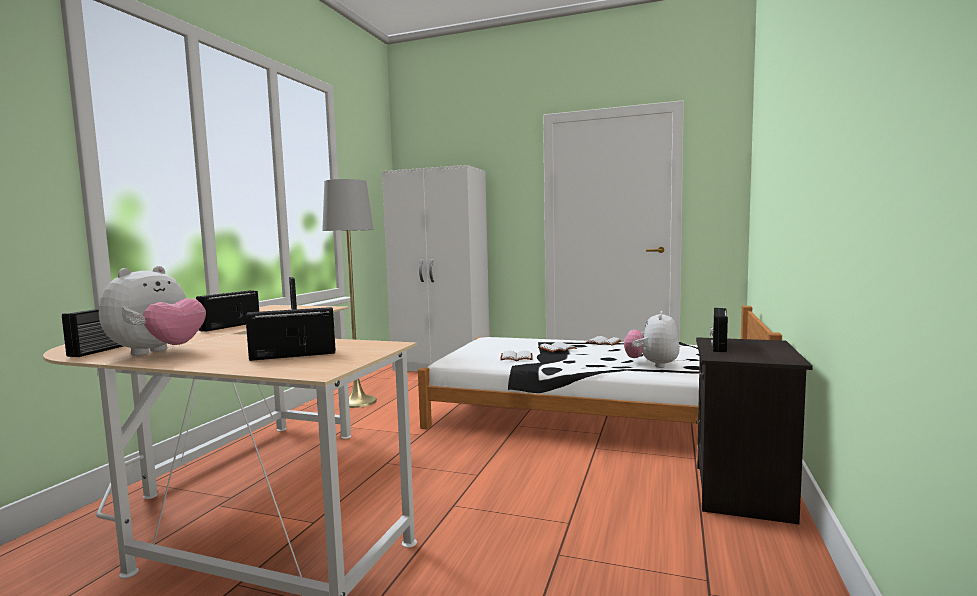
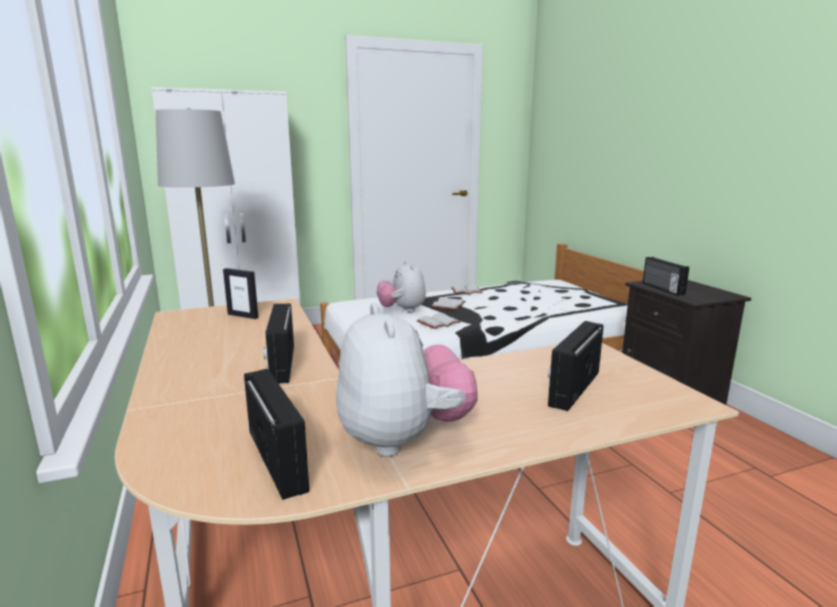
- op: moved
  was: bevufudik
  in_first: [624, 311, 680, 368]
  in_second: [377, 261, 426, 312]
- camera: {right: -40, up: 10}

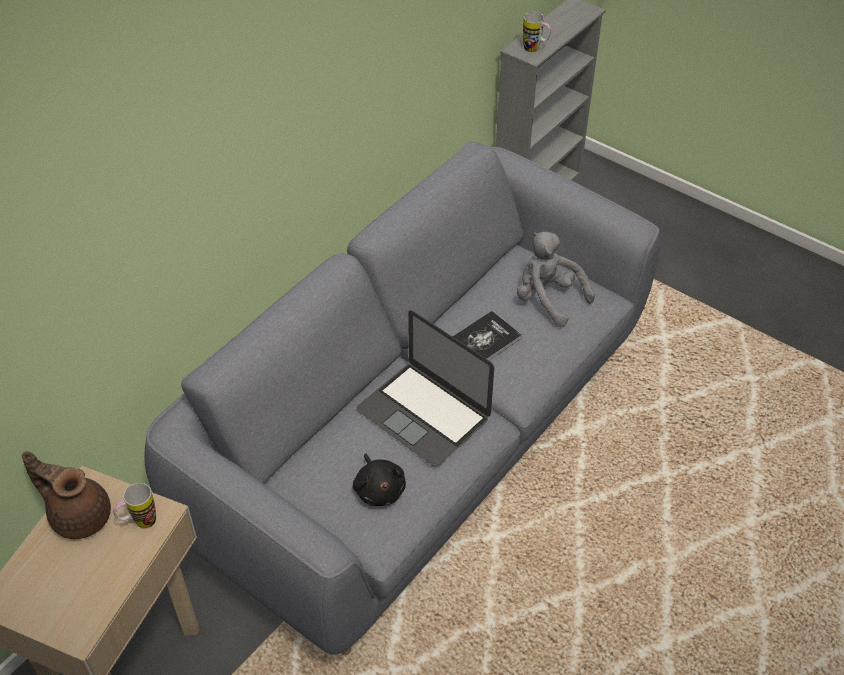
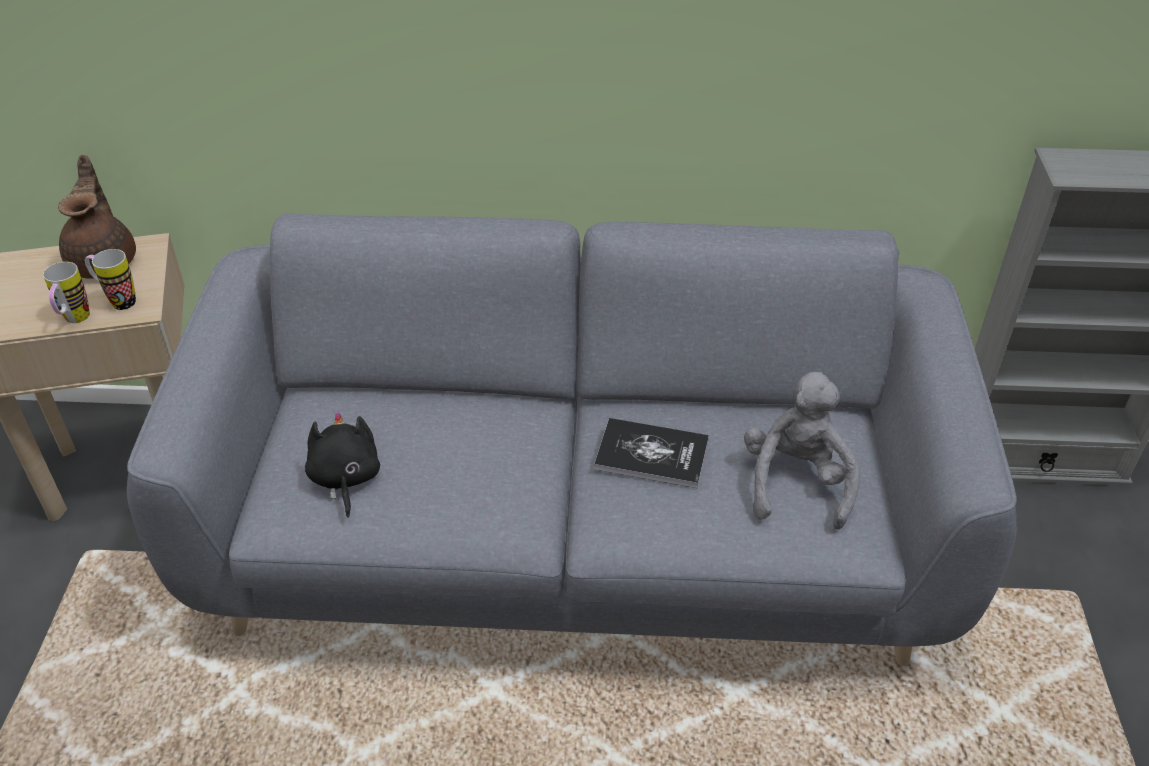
- op: moved
  was: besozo
  in_first: [523, 12, 551, 52]
  in_second: [43, 262, 90, 323]
- op: turned
  was: black bevufudik
  in_first: [353, 454, 406, 506]
  in_second: [305, 411, 380, 518]
  clockwise: 135
- op: removed
  was: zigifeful
  in_first: [357, 310, 494, 467]
- camera: {right: 55, up: -5}

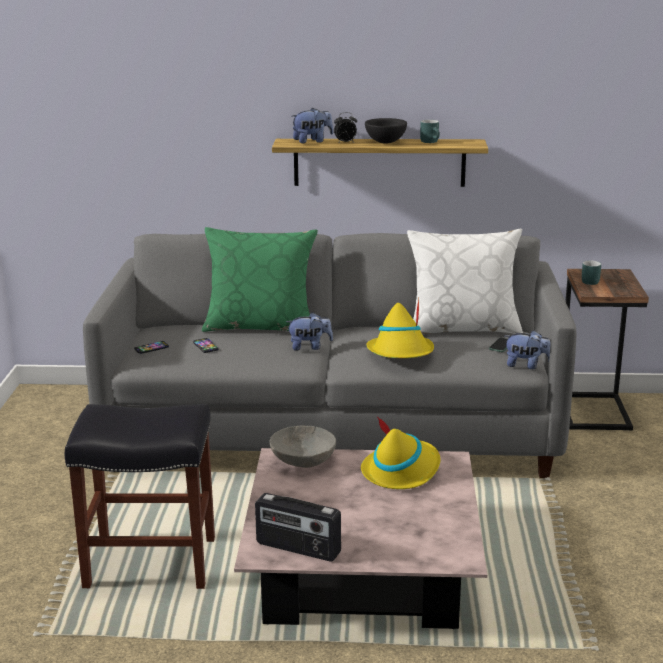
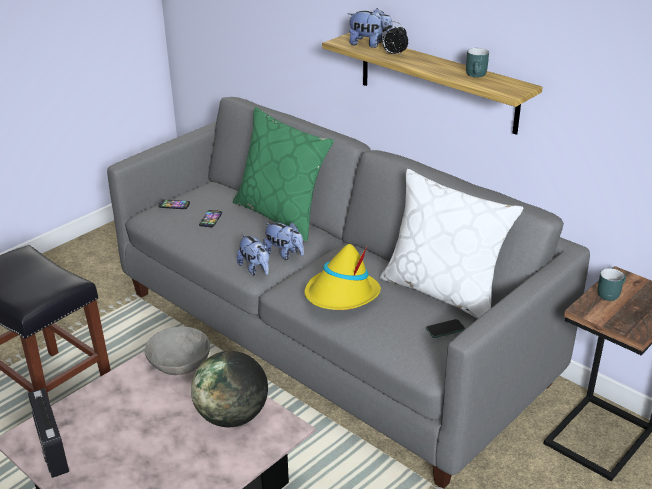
- op: replaced
  was: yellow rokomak
  now: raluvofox
  in_first: [361, 416, 440, 489]
  in_second: [191, 351, 268, 427]
- op: moved
  was: bevufudik
  in_first: [505, 330, 550, 369]
  in_second: [237, 234, 269, 275]
- op: removed
  was: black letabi
  in_first: [365, 118, 407, 143]
- camera: {right: 40, up: 10}

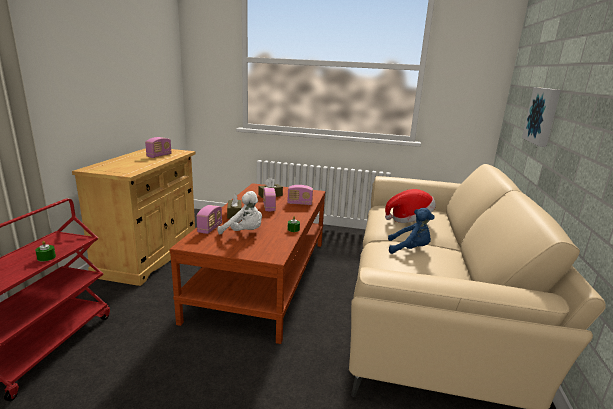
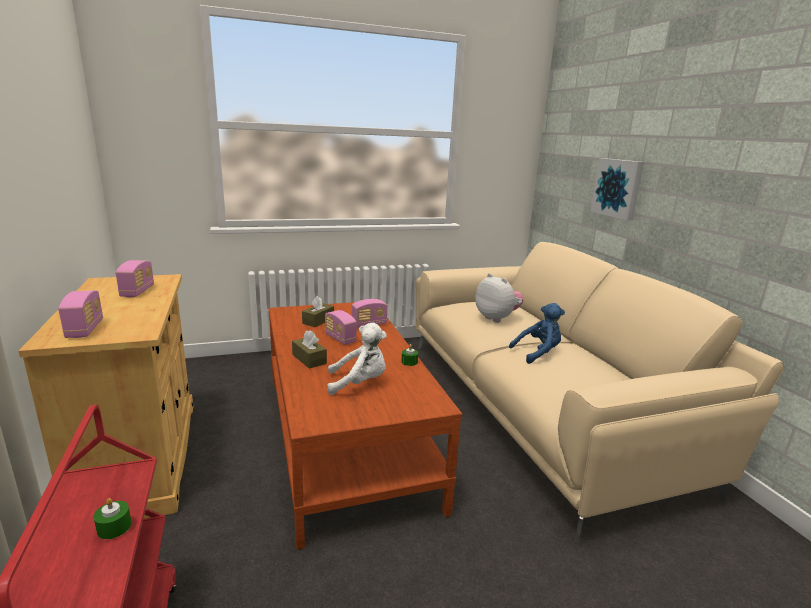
- op: moved
  was: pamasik
  in_first: [197, 205, 222, 234]
  in_second: [58, 290, 103, 338]
- op: replaced
  was: rokomak
  now: bevufudik
  in_first: [385, 189, 436, 223]
  in_second: [475, 273, 524, 323]
- camera: {right: -30, up: 0}

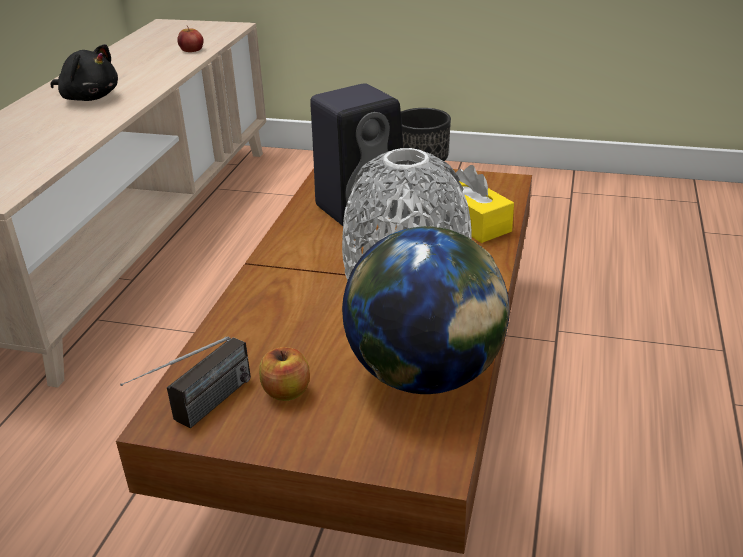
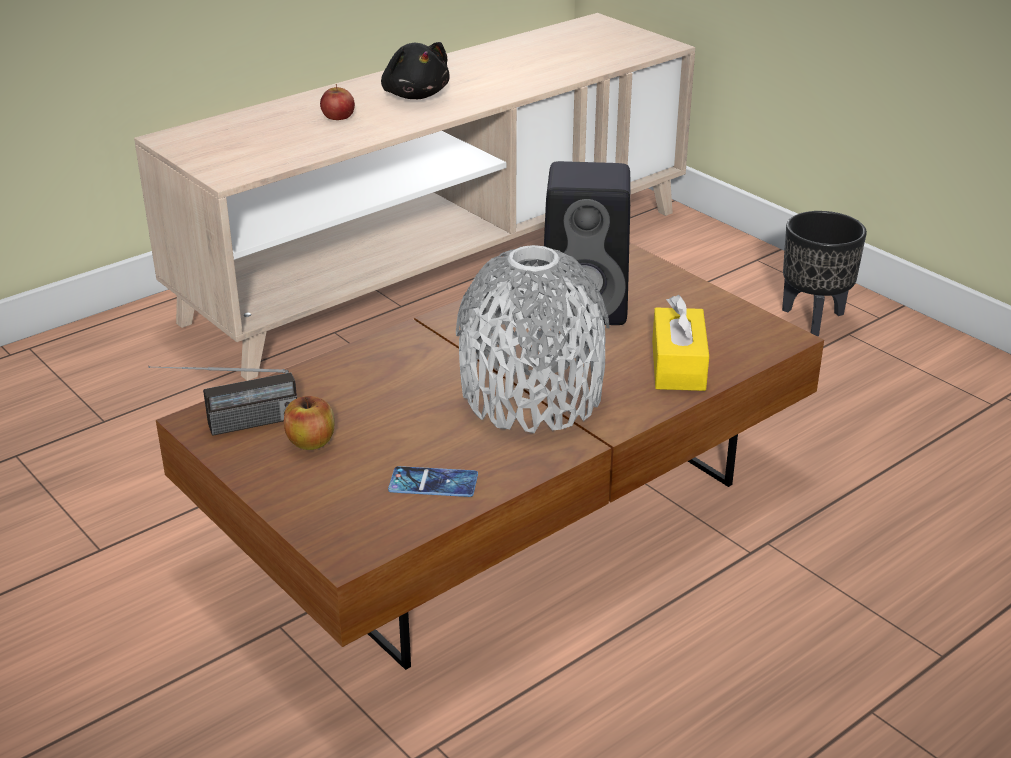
- op: moved
  was: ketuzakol
  in_first: [177, 26, 204, 52]
  in_second: [320, 84, 355, 120]
- op: replaced
  was: raluvofox
  now: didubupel
  in_first: [342, 226, 509, 394]
  in_second: [388, 466, 478, 497]
- camera: {right: 35, up: 0}

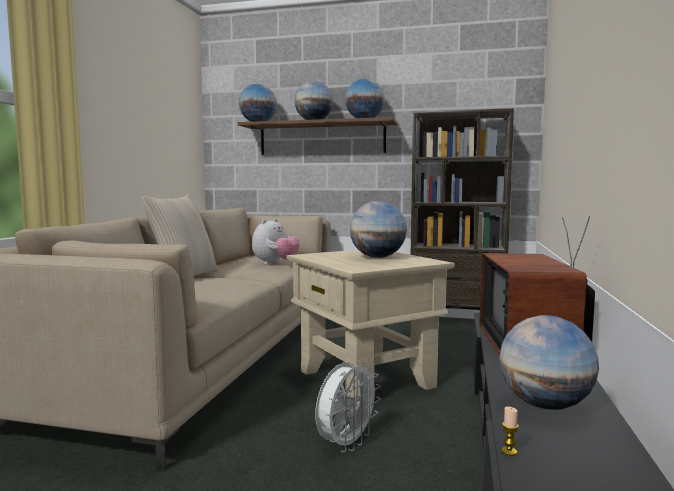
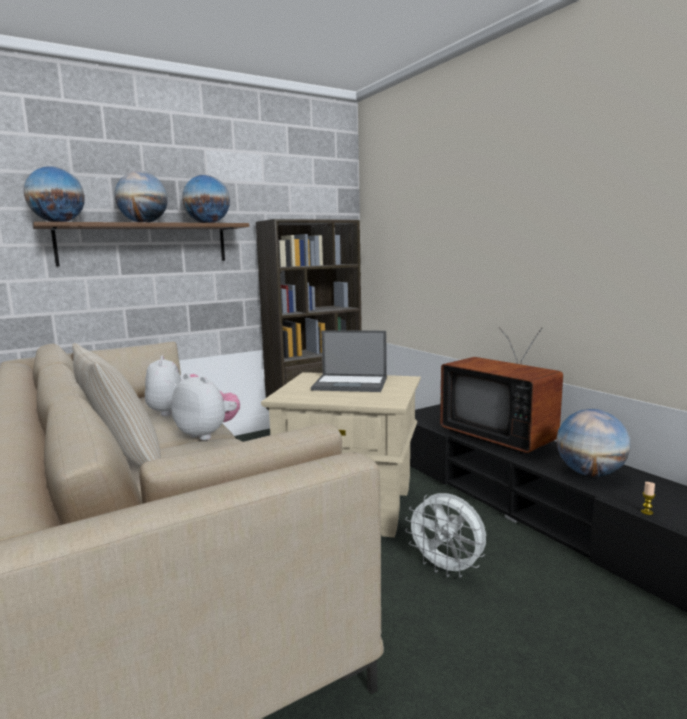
- op: added
  now: bevufudik
  in_second: [172, 373, 240, 440]
- op: replaced
  was: raluvofox
  now: zigifeful
  in_first: [350, 201, 407, 258]
  in_second: [311, 330, 387, 392]
- op: turned
  was: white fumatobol
  in_first: [315, 360, 381, 452]
  in_second: [405, 493, 486, 577]
  clockwise: 135
- camera: {right: -45, up: 5}

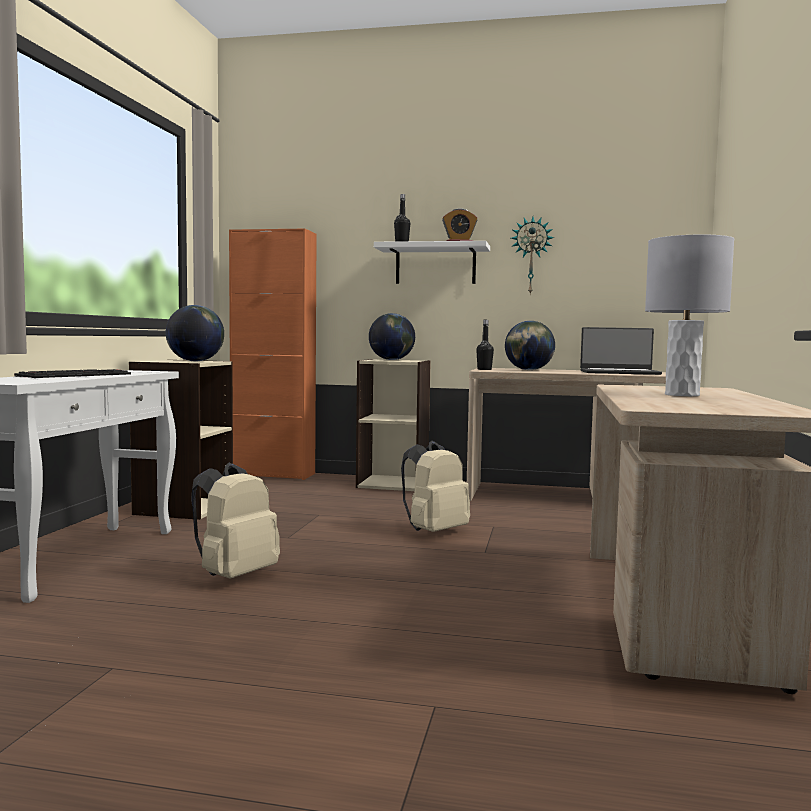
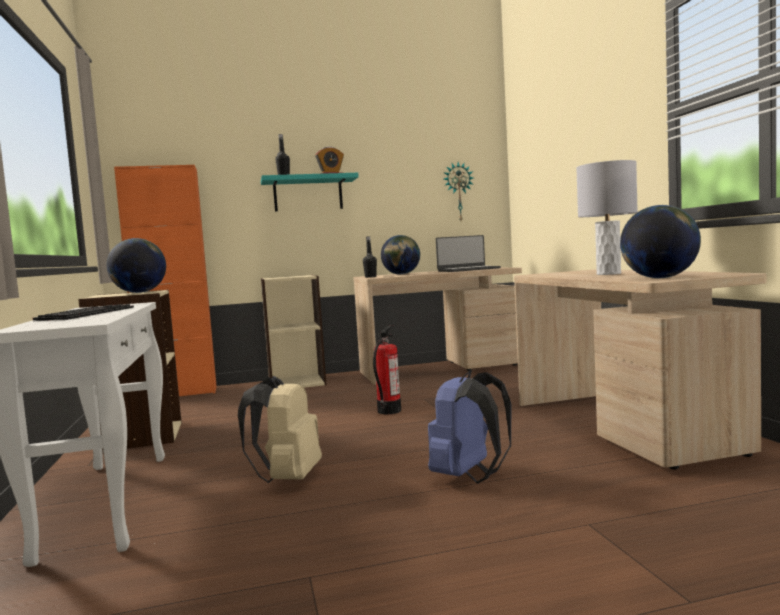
- op: recoloured
  was: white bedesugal
  now: turquoise bedesugal
  in_first: [374, 241, 490, 284]
  in_second: [261, 173, 359, 212]
- op: replaced
  was: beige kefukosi
  now: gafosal
  in_first: [401, 441, 470, 532]
  in_second: [373, 325, 401, 414]
- op: added
  now: blue kefukosi
  in_second: [428, 370, 511, 484]
- op: moved
  was: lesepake
  in_first: [511, 217, 554, 294]
  in_second: [444, 162, 473, 221]
- op: moved
  was: raluvofox
  in_first: [369, 313, 415, 360]
  in_second: [620, 205, 701, 278]
- camera: {right: -25, up: 0}

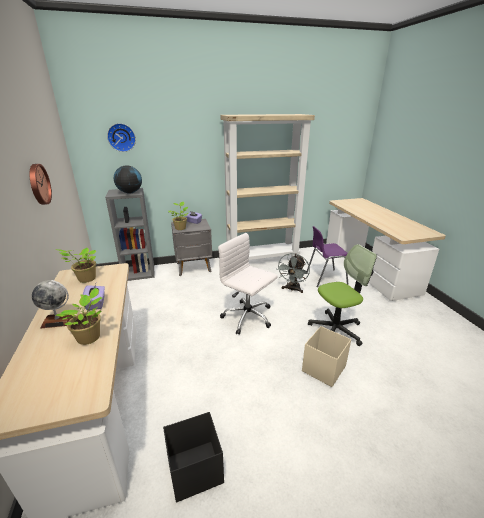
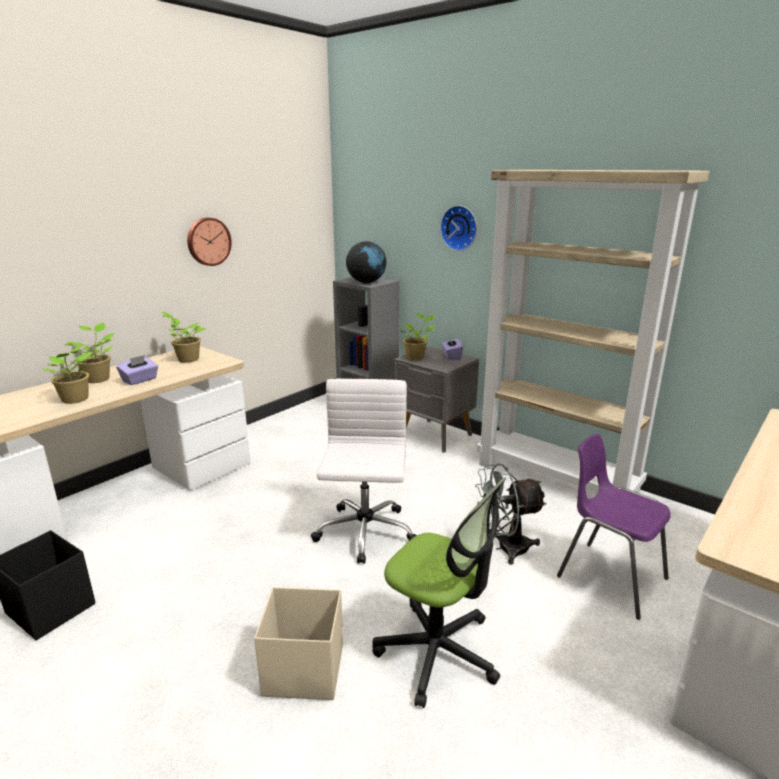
- op: replaced
  was: raluvofox
  now: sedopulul
  in_first: [31, 280, 74, 328]
  in_second: [65, 323, 114, 383]
- op: moved
  was: lesepake
  in_first: [107, 123, 136, 152]
  in_second: [440, 205, 477, 251]
- camera: {right: 55, up: -5}

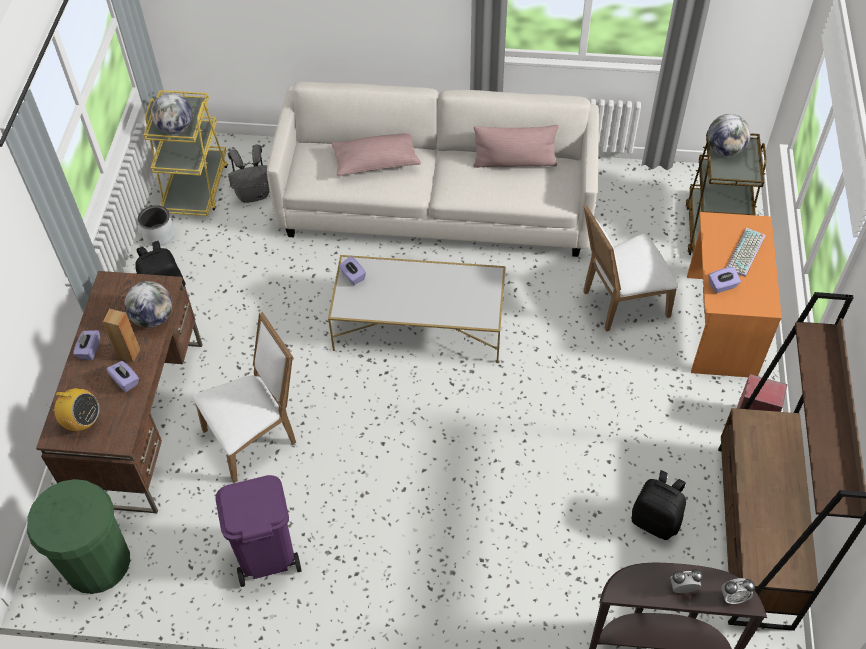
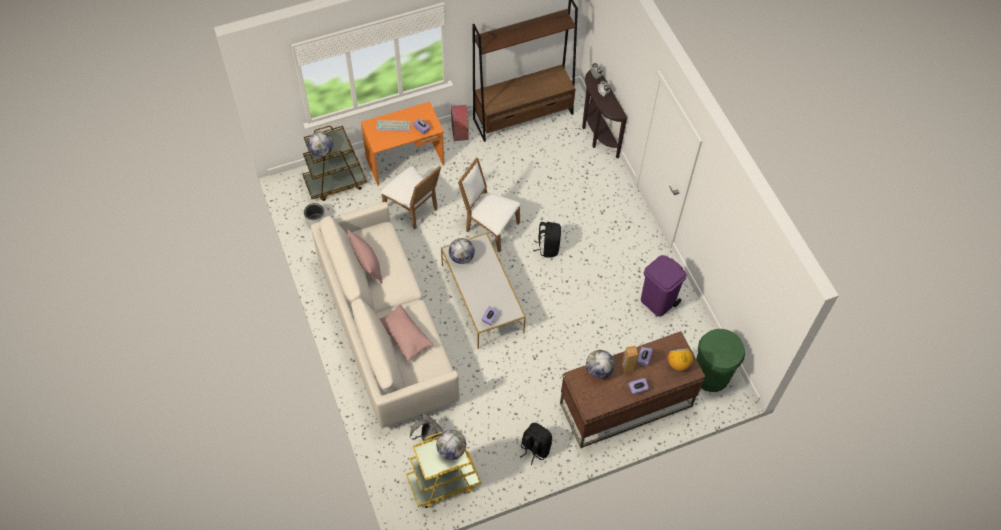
- op: moved
  was: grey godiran
  in_first: [138, 205, 175, 246]
  in_second: [304, 203, 326, 228]
- op: added
  now: raluvofox
  in_second: [449, 238, 475, 264]
- op: moved
  was: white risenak
  in_first: [193, 312, 296, 483]
  in_second: [458, 157, 520, 252]
- op: moved
  was: black kefukosi
  in_first: [632, 470, 686, 540]
  in_second: [533, 222, 561, 258]
- camera: {right: -120, up: 5}

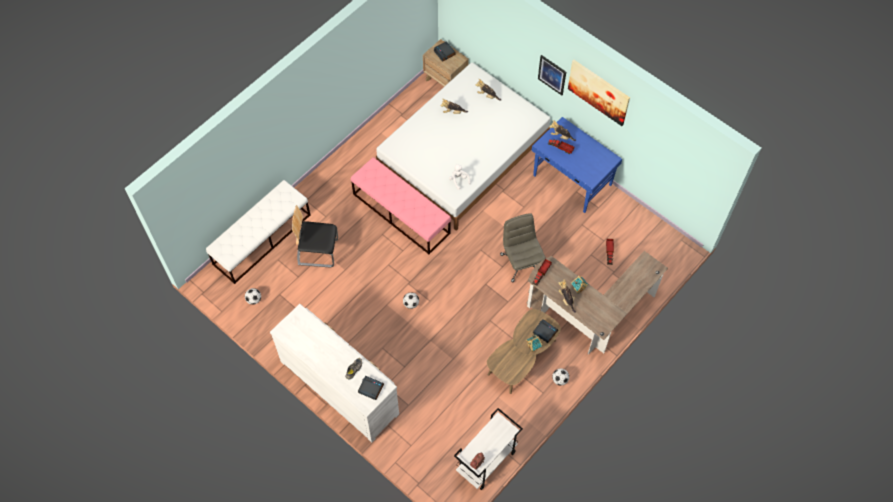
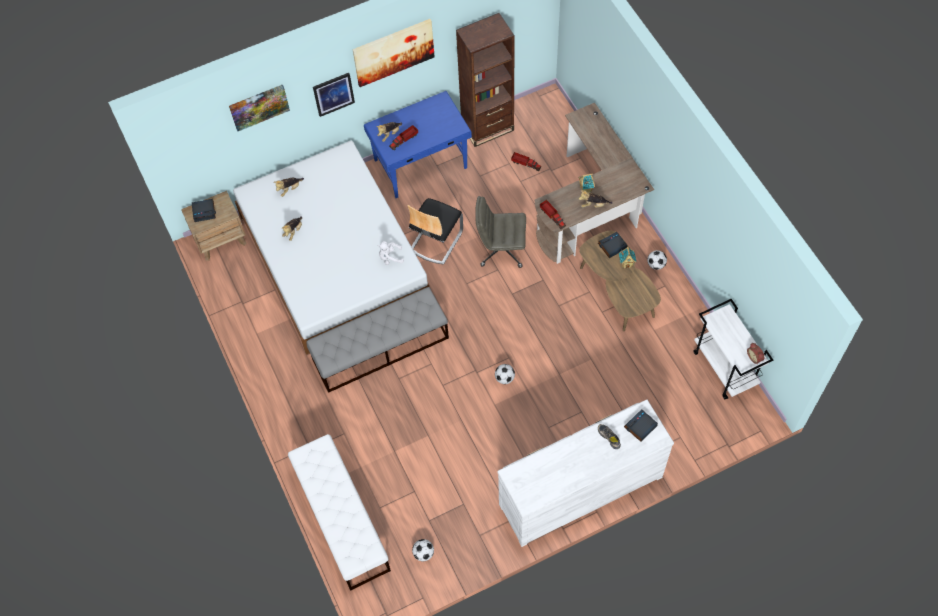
- op: added
  now: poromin
  in_second: [229, 85, 290, 131]
- op: recoloured
  was: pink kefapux
  now: grey kefapux
  in_first: [351, 157, 451, 254]
  in_second: [306, 287, 449, 393]
- op: moved
  was: risenak
  in_first: [292, 205, 338, 267]
  in_second: [407, 198, 463, 265]
- op: added
  now: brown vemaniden
  in_second: [456, 13, 515, 147]
- camera: {right: -65, up: 0}

